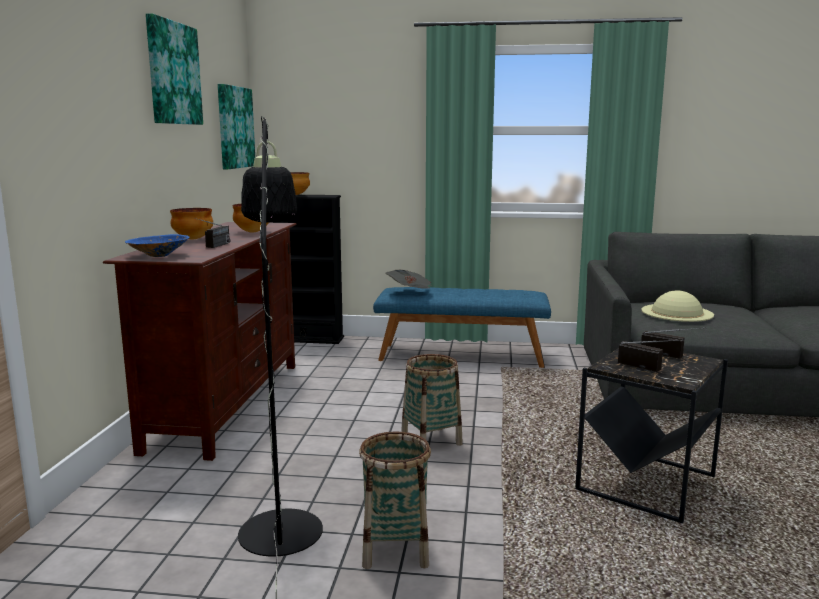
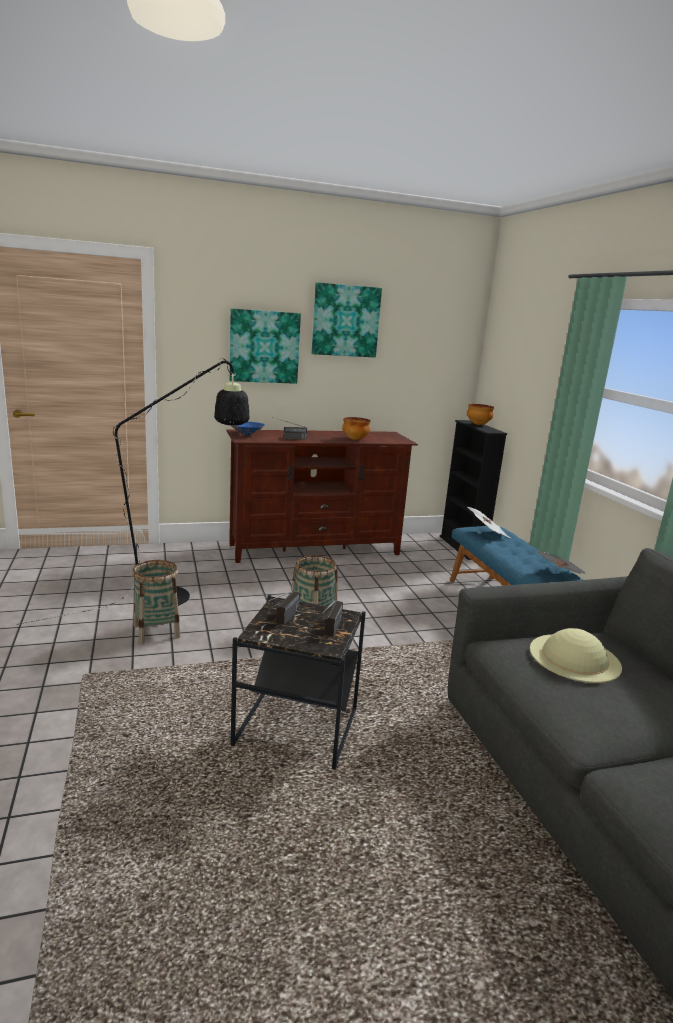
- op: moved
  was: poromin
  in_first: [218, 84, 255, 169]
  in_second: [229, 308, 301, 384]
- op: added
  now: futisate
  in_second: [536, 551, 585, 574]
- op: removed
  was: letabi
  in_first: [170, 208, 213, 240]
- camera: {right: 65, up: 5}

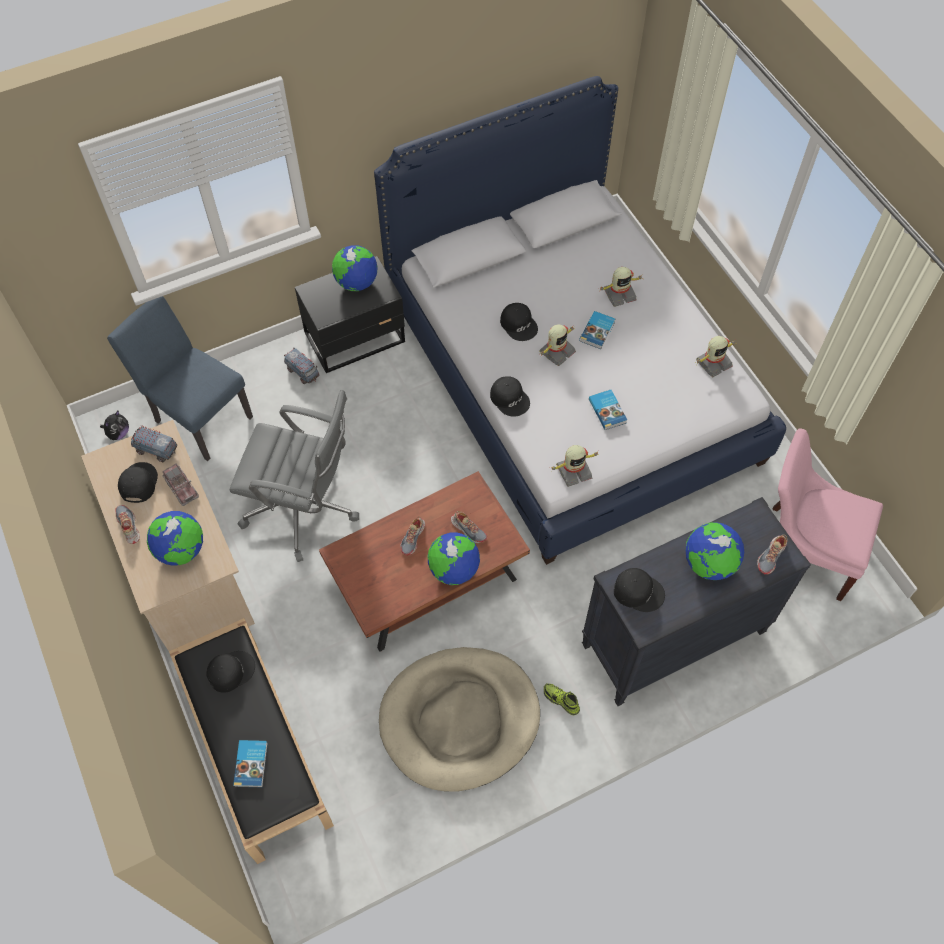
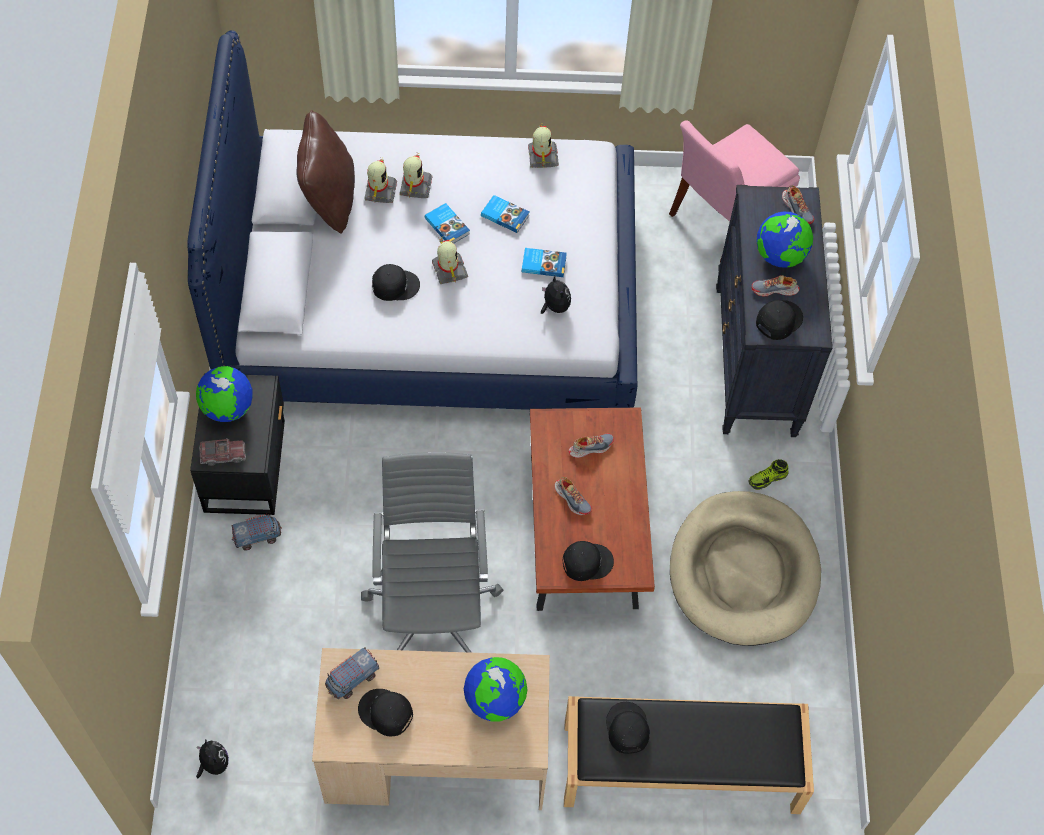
- op: moved
  was: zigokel
  in_first: [162, 464, 199, 506]
  in_second: [199, 438, 246, 466]
- op: added
  now: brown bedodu
  in_second: [297, 110, 355, 234]
- op: turned
  was: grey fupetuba
  in_first: [229, 390, 359, 562]
  in_second: [361, 452, 503, 653]
  clockwise: -45
- op: moved
  was: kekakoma
  in_first: [551, 445, 600, 487]
  in_second: [364, 159, 397, 203]
- op: moved
  was: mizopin
  in_first: [233, 740, 268, 787]
  in_second: [481, 195, 530, 233]
- op: added
  now: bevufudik
  in_second: [541, 276, 571, 314]
- op: moved
  was: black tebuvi
  in_first: [490, 376, 530, 417]
  in_second: [563, 541, 614, 581]
- op: moved
  was: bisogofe
  in_first: [115, 505, 140, 544]
  in_second: [751, 275, 800, 297]
- op: removed
  was: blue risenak
  in_first: [107, 296, 253, 461]
- op: removed
  was: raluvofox
  in_first: [427, 532, 480, 585]
- camera: {right: -65, up: 0}

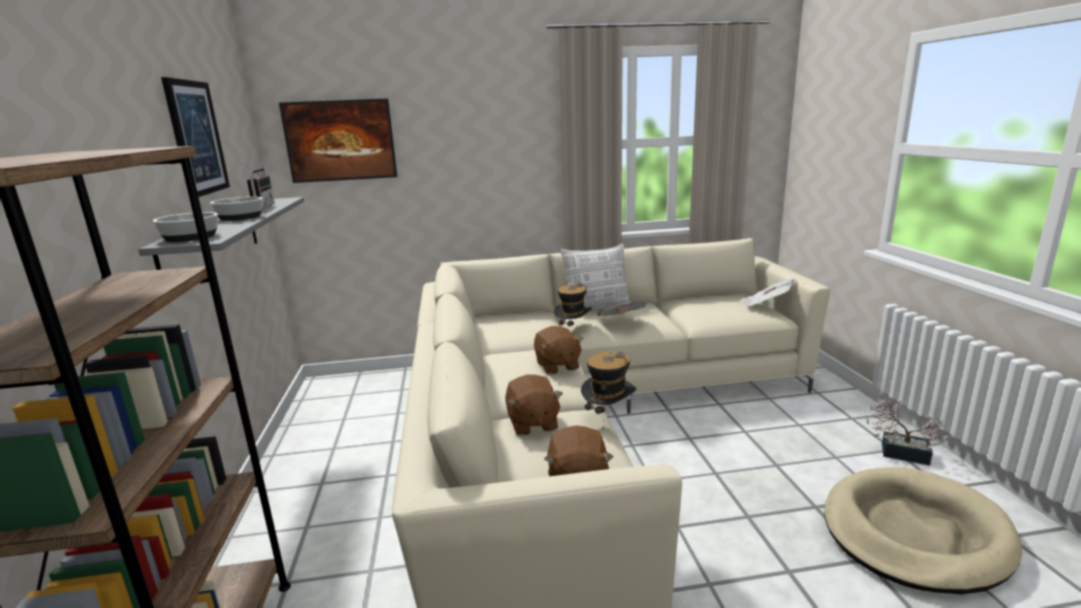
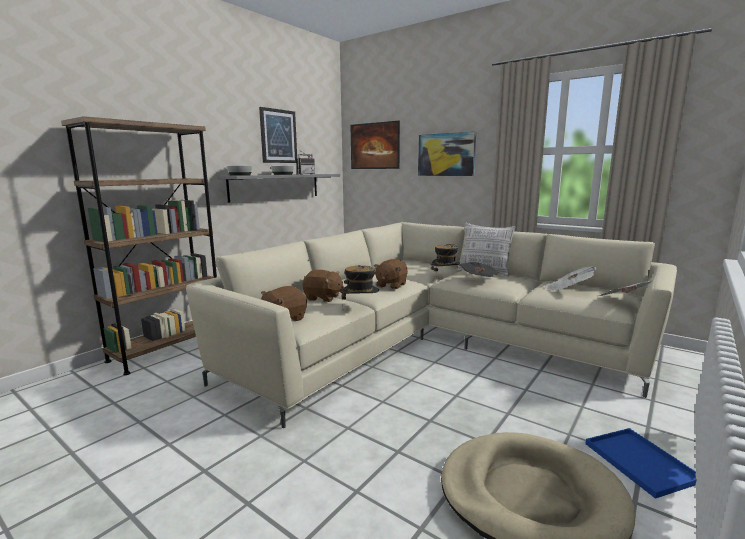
- op: turned
  was: brown bevufudik
  in_first: [505, 374, 563, 436]
  in_second: [302, 270, 344, 302]
  clockwise: -105
- op: added
  now: poromin
  in_second: [418, 132, 476, 176]
- op: added
  now: futisate
  in_second: [545, 266, 598, 291]
- op: replaced
  was: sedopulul
  now: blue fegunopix
  in_first: [866, 394, 949, 465]
  in_second: [585, 428, 697, 499]
- camera: {right: 45, up: -5}

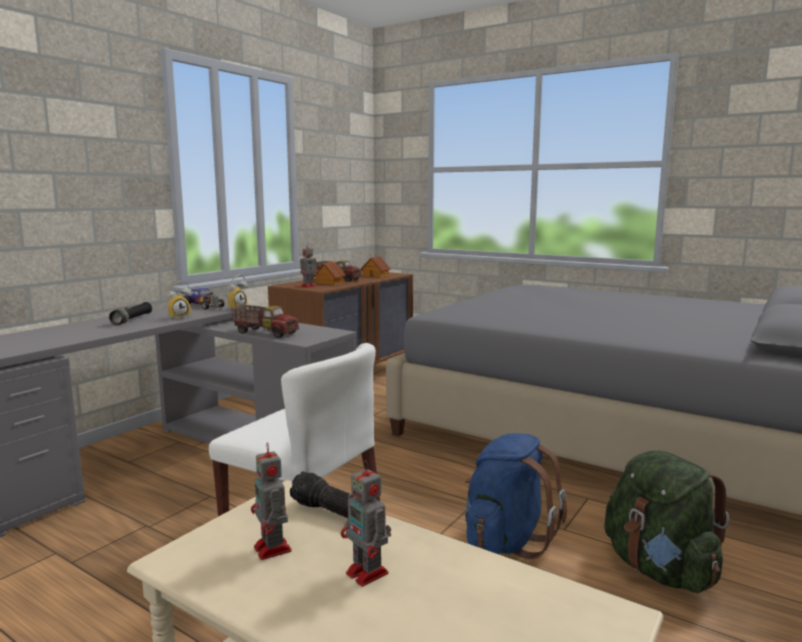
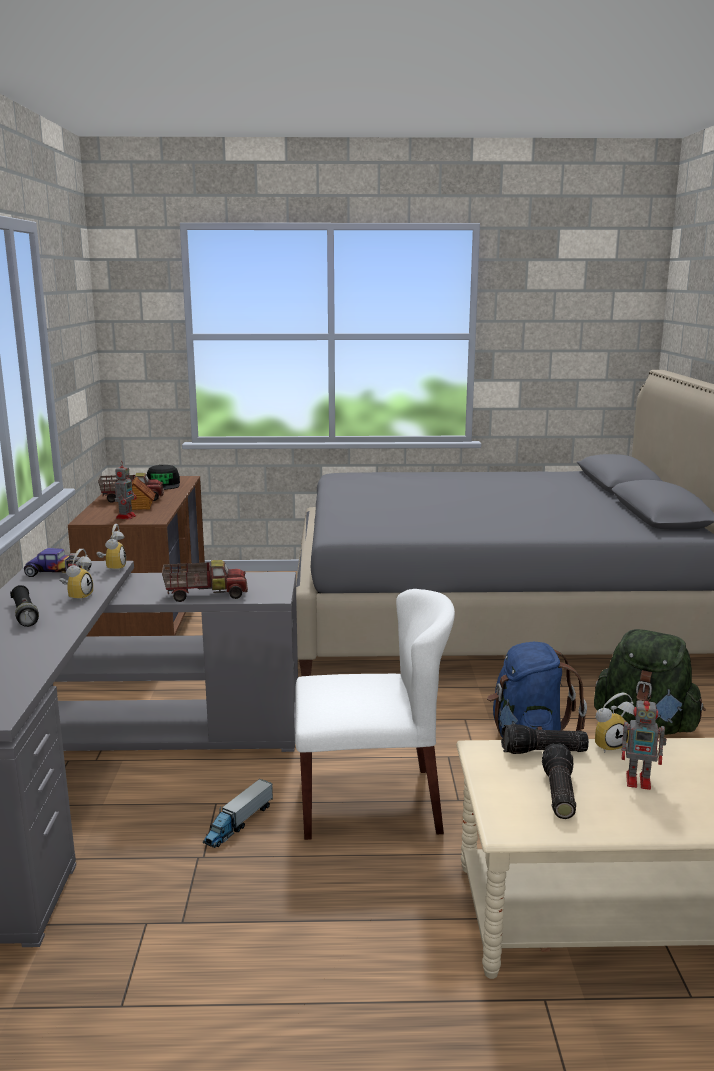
- op: replaced
  was: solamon
  now: black tebuvi
  in_first: [361, 256, 391, 278]
  in_second: [147, 465, 180, 490]
- op: added
  now: zigokel
  in_second: [203, 779, 273, 848]
- op: replaced
  was: kekakoma
  now: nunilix
  in_first: [251, 442, 292, 560]
  in_second: [542, 743, 576, 819]
- op: added
  now: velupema
  in_second: [595, 692, 635, 753]
- camera: {right: -35, up: 5}

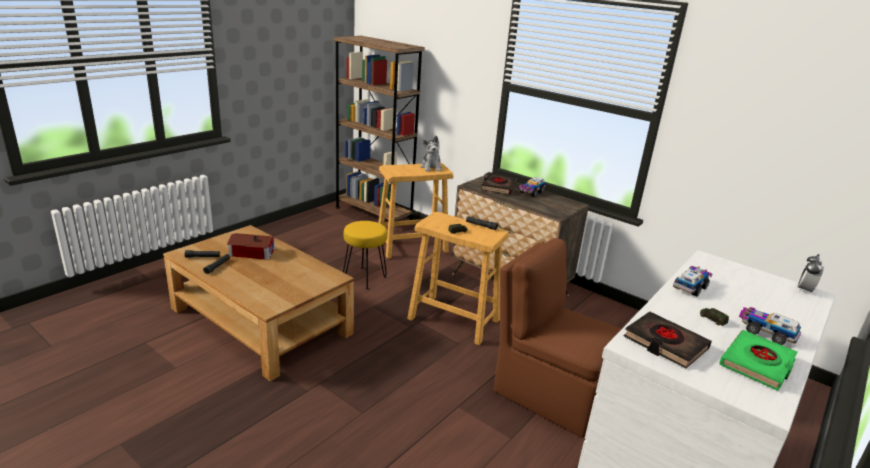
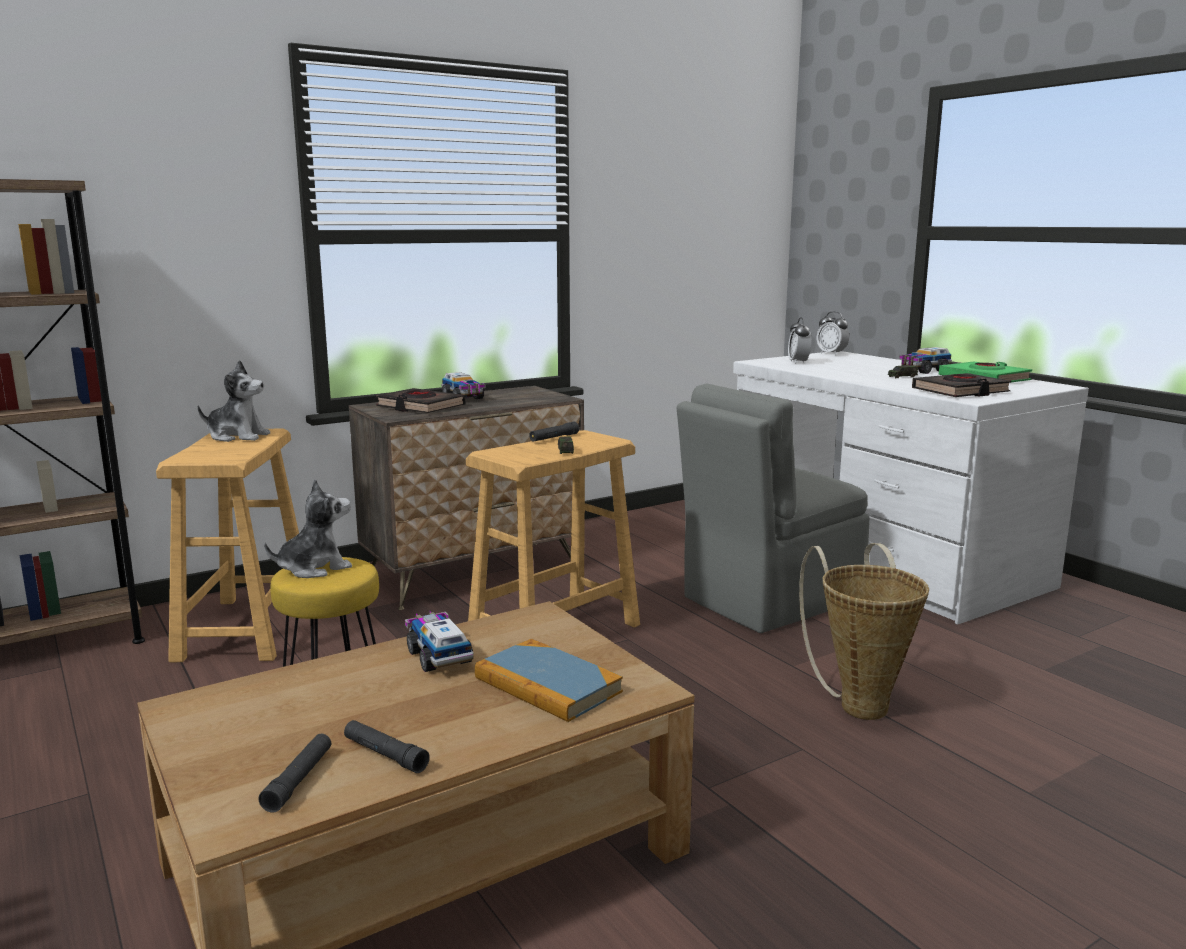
- op: added
  now: bevufudik
  in_second: [264, 479, 352, 578]
- op: moved
  was: zigokel
  in_first: [673, 265, 713, 297]
  in_second: [405, 611, 474, 672]
- op: added
  now: mizopin
  in_second: [475, 639, 623, 722]
- op: recoloured
  was: brown risenak
  now: grey risenak
  in_first: [494, 238, 621, 438]
  in_second: [677, 384, 870, 633]
- op: added
  now: velupema
  in_second: [788, 317, 812, 364]
- op: added
  now: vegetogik
  in_second: [799, 543, 929, 720]
- op: removed
  was: solamon
  in_first: [226, 233, 275, 260]
- camera: {right: -70, up: -10}

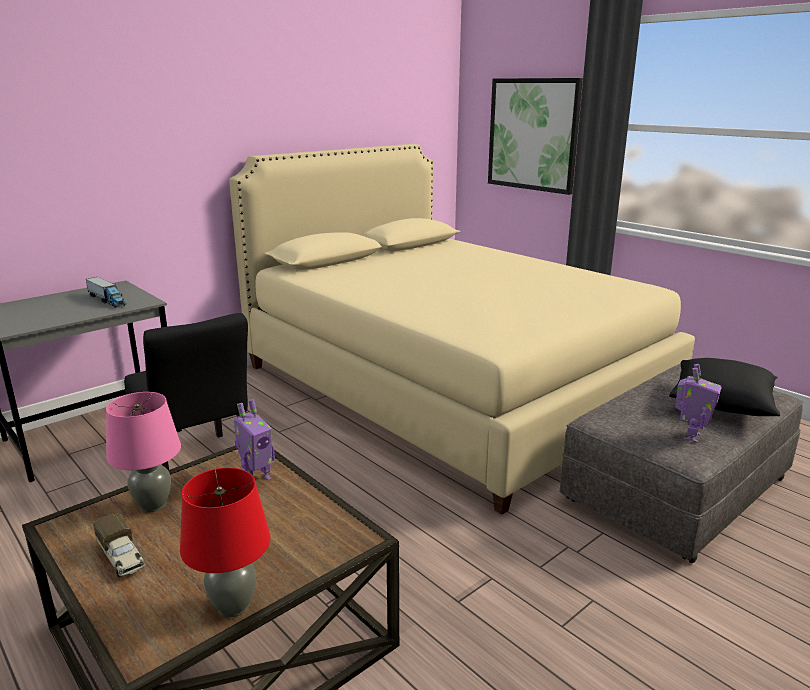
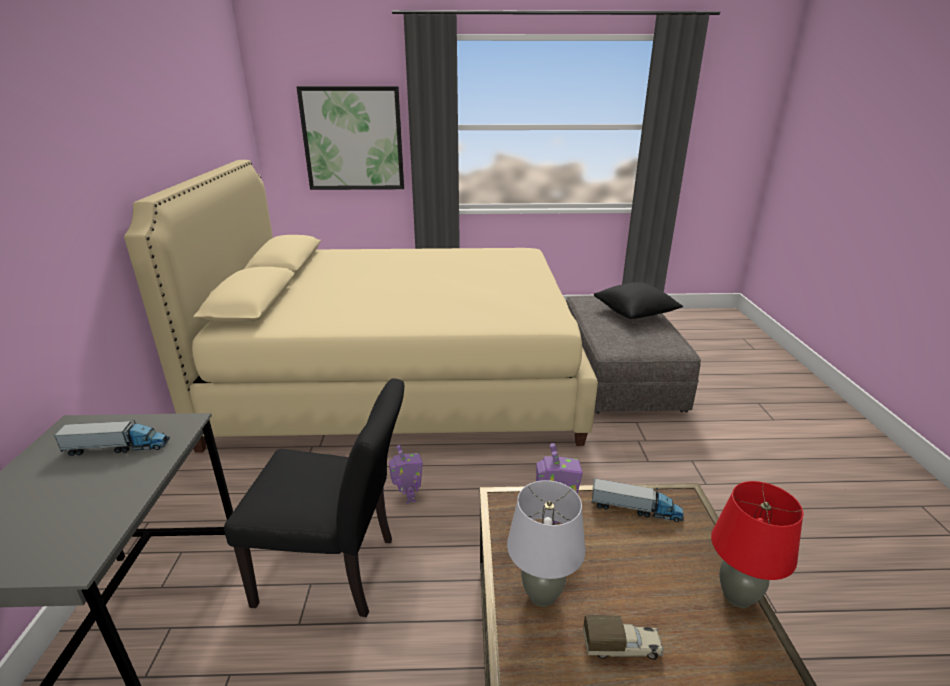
- op: moved
  was: kekakoma
  in_first: [675, 364, 722, 443]
  in_second: [389, 445, 423, 504]
- op: recoloured
  was: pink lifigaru
  now: grey lifigaru
  in_first: [106, 392, 181, 512]
  in_second: [507, 480, 586, 607]
- op: added
  now: zigokel
  in_second: [591, 478, 683, 522]
- camera: {right: -50, up: 5}

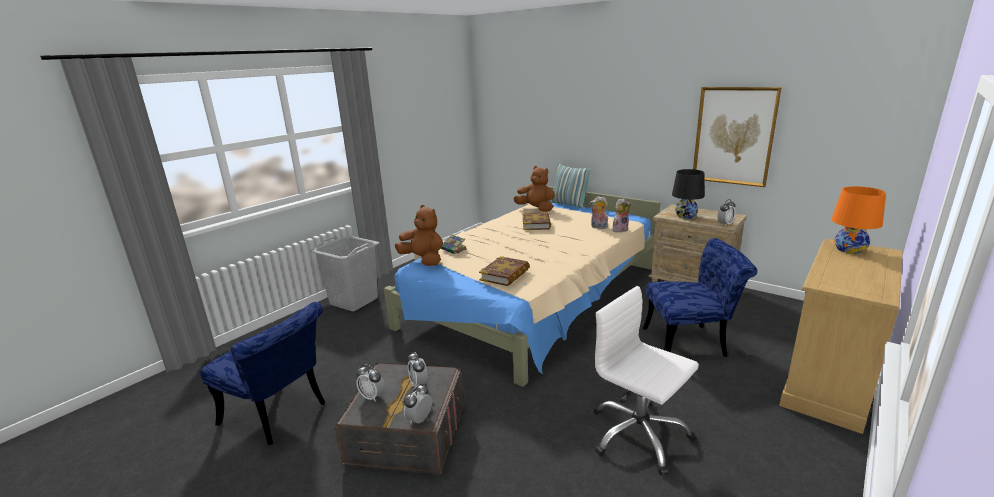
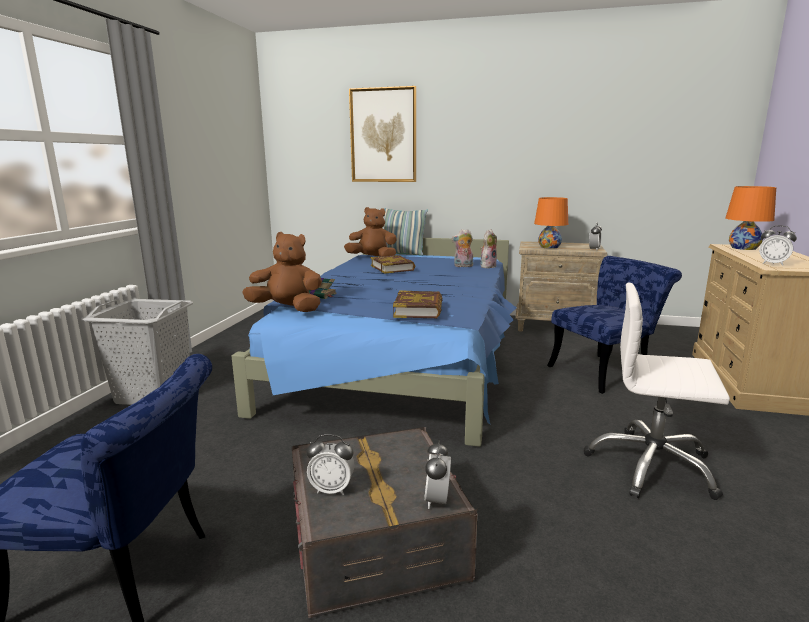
- op: recoloured
  was: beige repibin
  now: blue repibin
  in_first: [384, 186, 660, 387]
  in_second: [232, 238, 516, 447]
- op: moved
  was: poromin
  in_first: [693, 87, 782, 187]
  in_second: [349, 86, 416, 182]
- op: recoloured
  was: black lifigaru
  now: orange lifigaru
  in_first: [672, 169, 705, 219]
  in_second: [534, 197, 568, 249]
- op: moved
  was: velupema
  in_first: [407, 352, 428, 387]
  in_second: [759, 225, 797, 266]
- camera: {right: -25, up: -5}

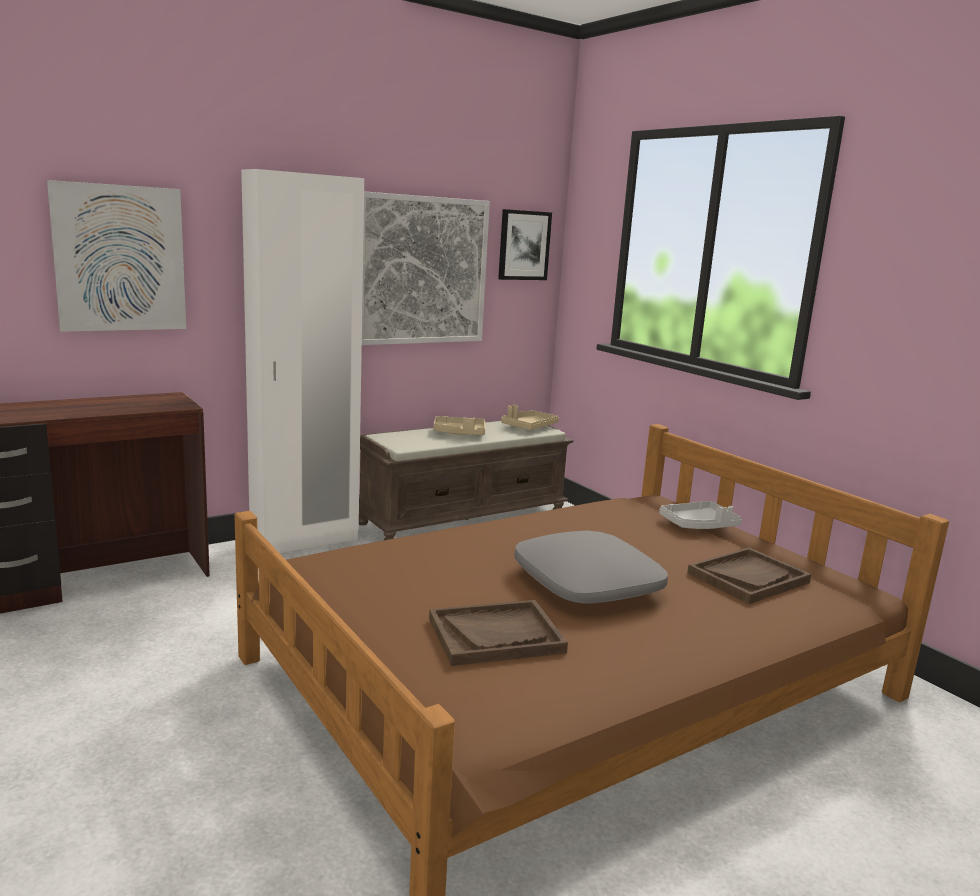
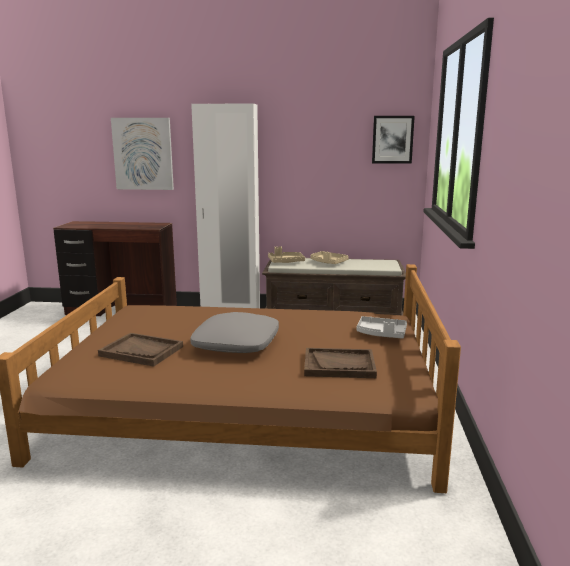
- op: moved
  was: beige fegunopix
  in_first: [501, 405, 559, 430]
  in_second: [268, 246, 305, 263]
- op: removed
  was: poromin
  in_first: [362, 191, 490, 345]
- camera: {right: 40, up: 0}

